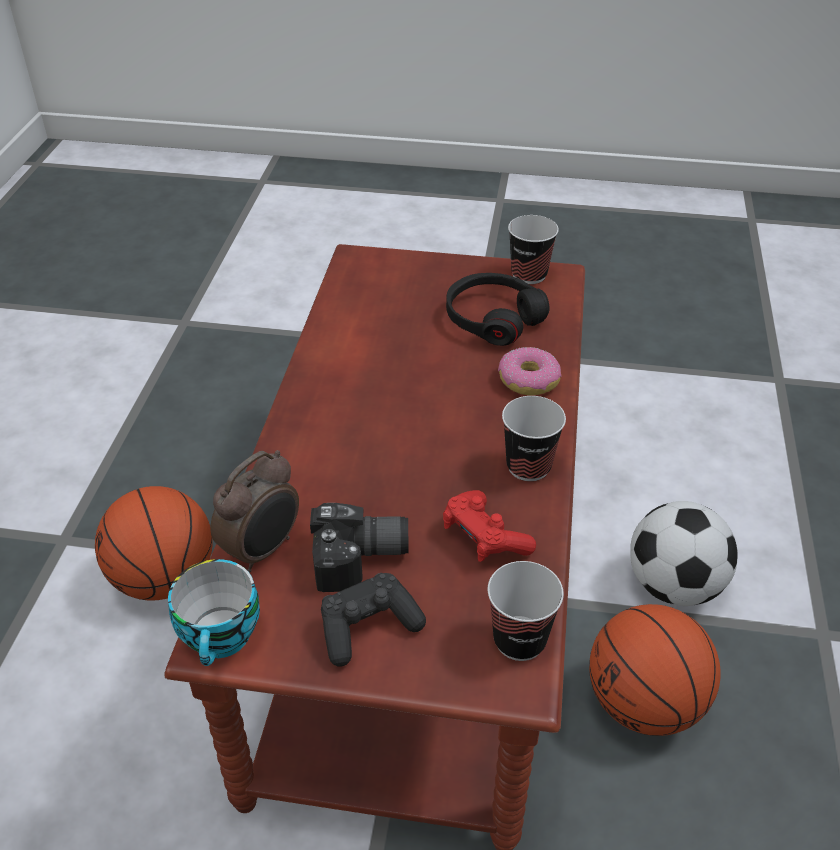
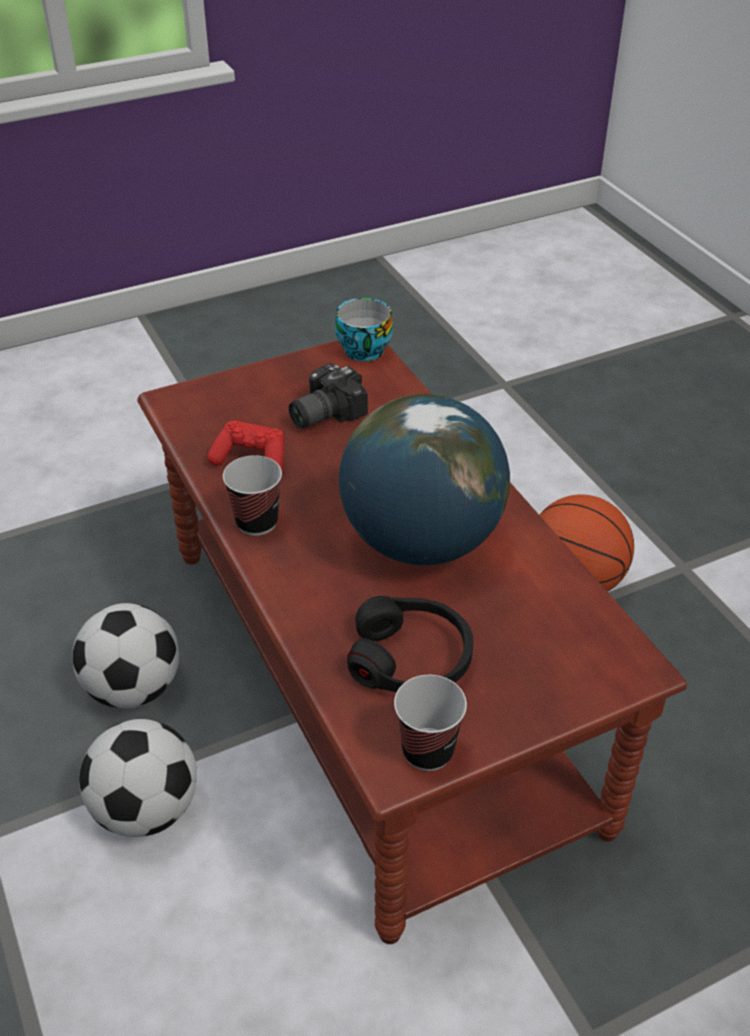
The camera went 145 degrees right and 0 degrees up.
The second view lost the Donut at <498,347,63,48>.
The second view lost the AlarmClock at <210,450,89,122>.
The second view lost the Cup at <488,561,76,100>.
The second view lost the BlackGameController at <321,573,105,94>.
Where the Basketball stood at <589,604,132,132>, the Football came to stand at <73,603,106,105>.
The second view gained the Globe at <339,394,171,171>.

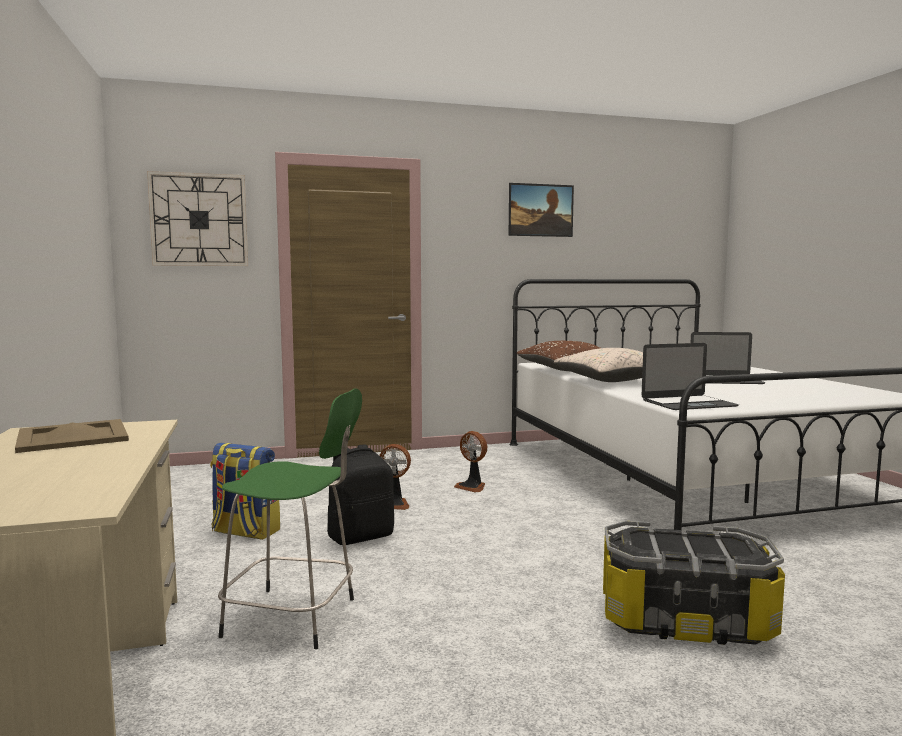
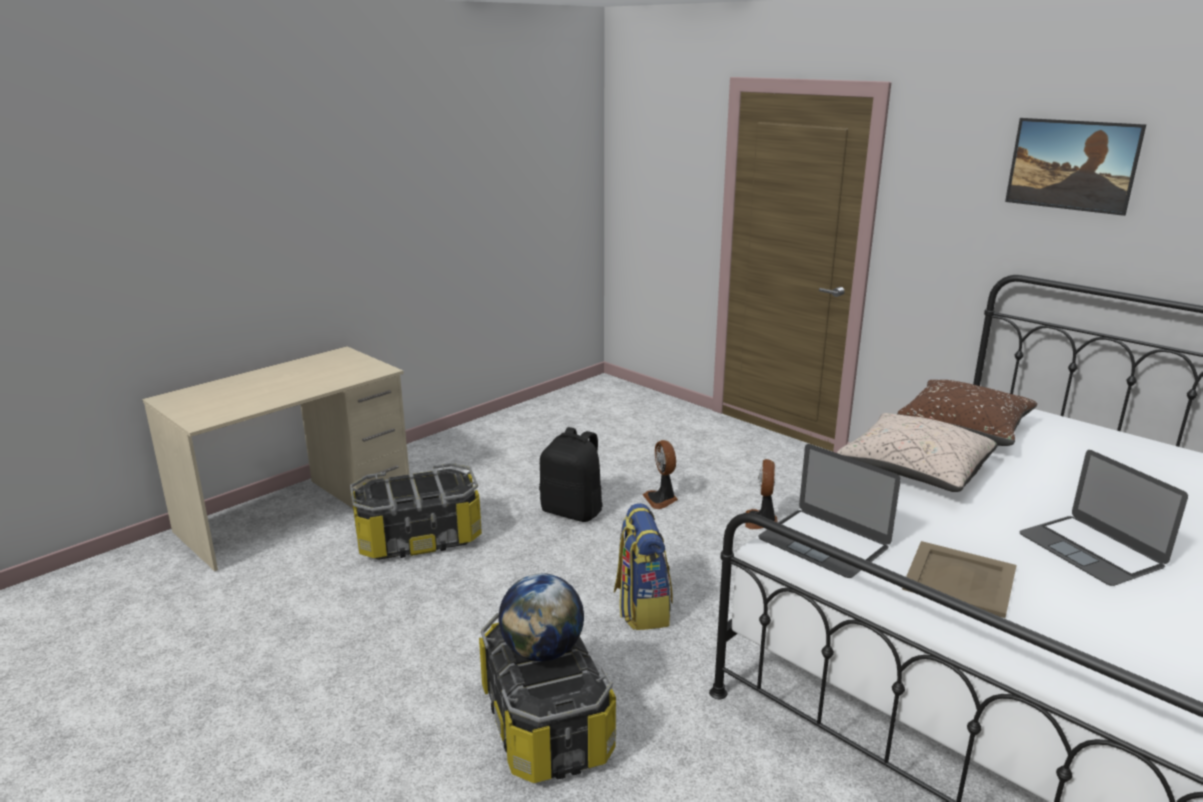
The camera went 60 degrees right and 15 degrees up.
The second view lost the WallClock at <147,171,101,95>.
Where the GreenStool stood at <218,388,144,261>, the StorageBox came to stand at <350,463,132,97>.
The BeigeTray ended up elsewhere, having gone from <15,419,114,34> to <902,541,115,77>.
The Backpack ended up elsewhere, having gone from <210,443,70,97> to <614,503,59,127>.
The second view gained the Globe at <498,573,86,88>.

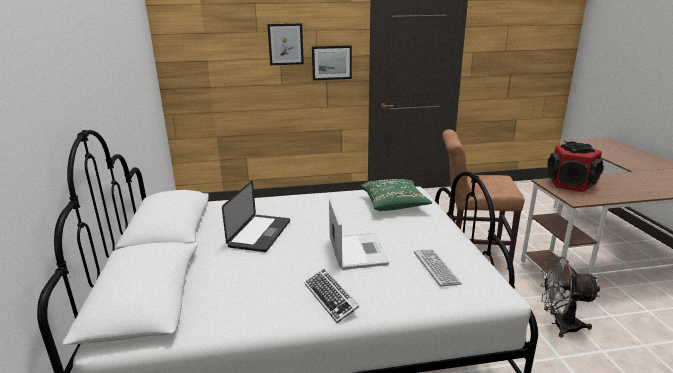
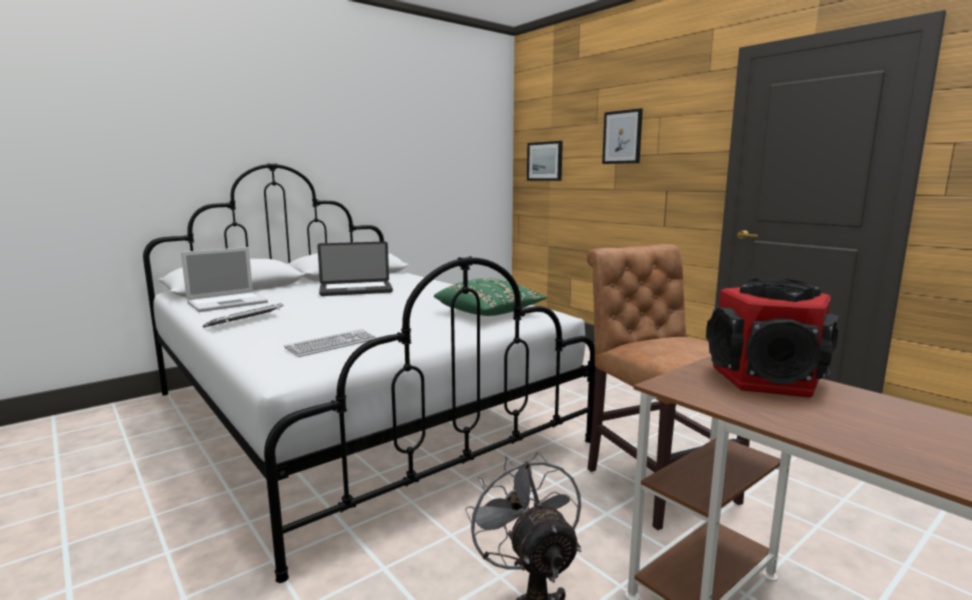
The camera went 60 degrees right and 10 degrees down.
The Picture ended up elsewhere, having gone from <312,45,40,35> to <527,141,36,40>.
The Laptop ended up elsewhere, having gone from <329,198,60,72> to <181,247,87,65>.

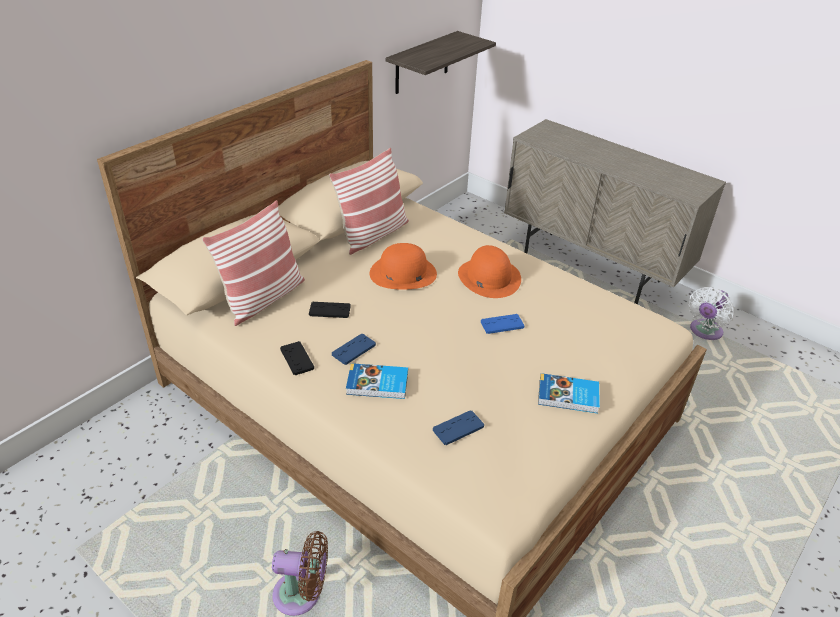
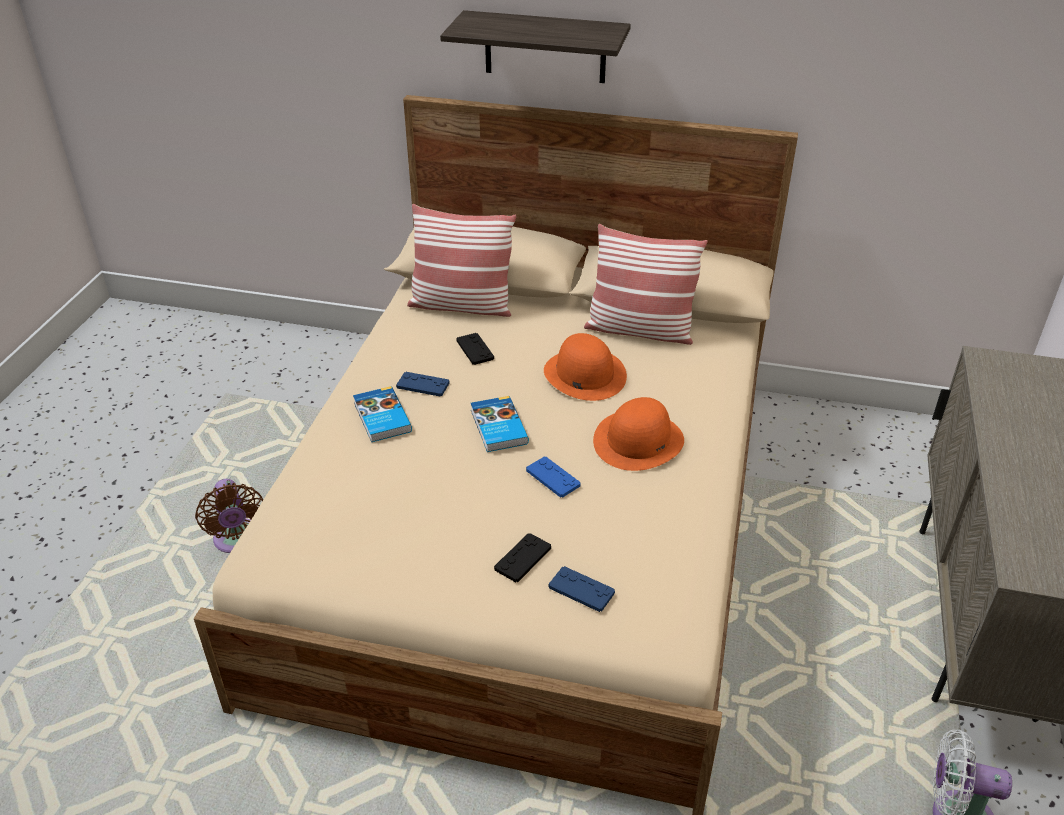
The camera went 65 degrees right and 0 degrees up.
The Shelf ended up elsewhere, having gone from <386,31,110,63> to <440,10,191,73>.
The BlackGameController ended up elsewhere, having gone from <280,341,34,34> to <494,533,57,49>.
The Book ended up elsewhere, having gone from <538,373,62,40> to <471,396,58,56>.
The BlueGameController ended up elsewhere, having gone from <433,410,51,35> to <549,566,66,46>.

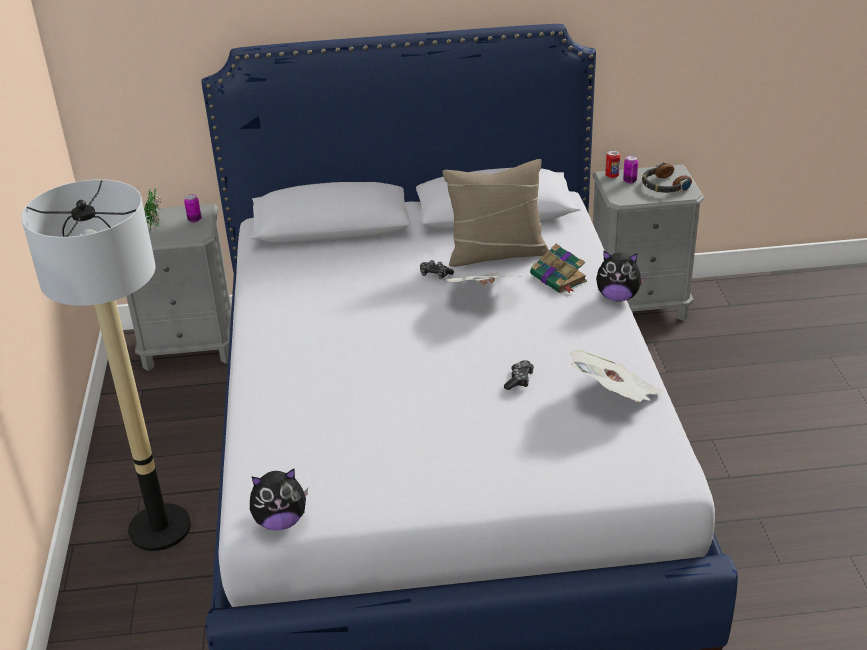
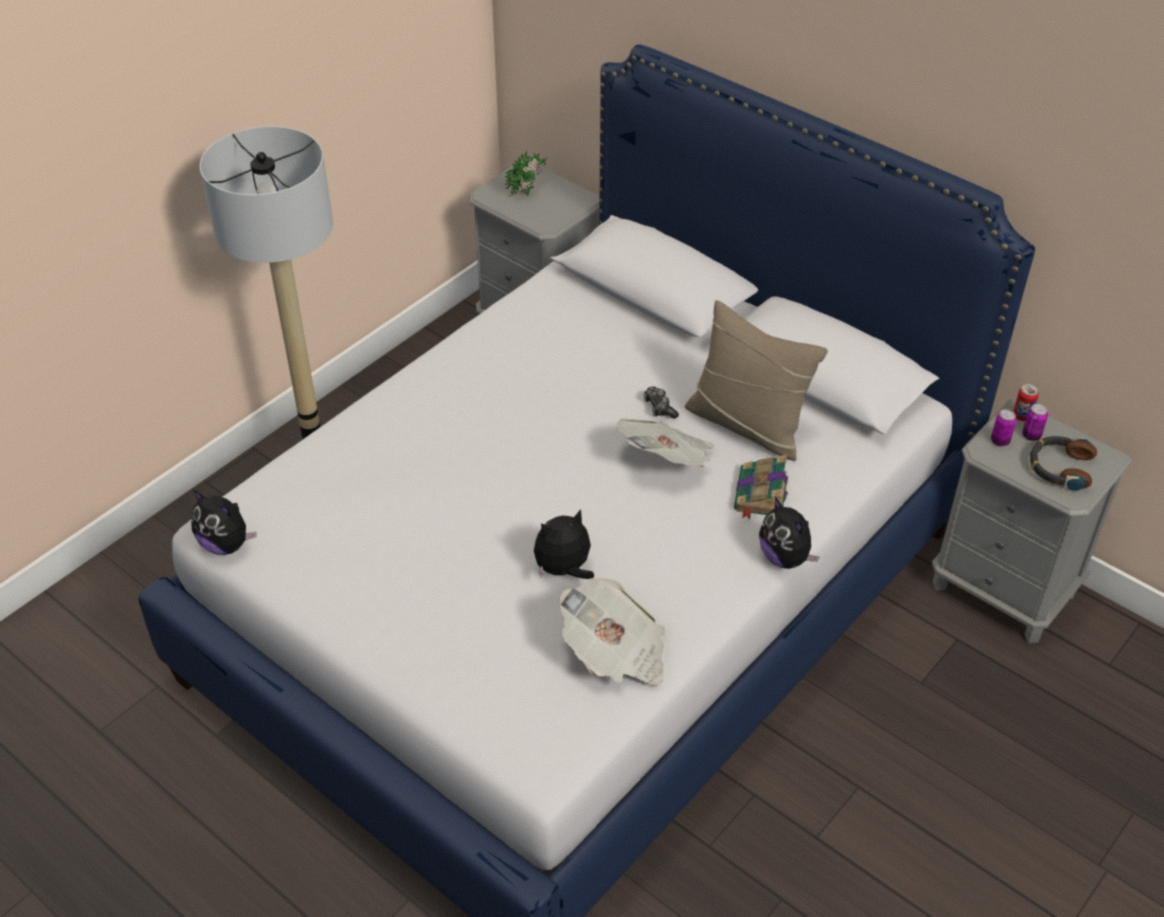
The camera went 45 degrees right and 10 degrees up.
The Can ended up elsewhere, having gone from <184,194,18,29> to <991,409,25,37>.
Where the GameController stood at <504,360,30,30>, the PlushToy came to stand at <534,509,60,70>.

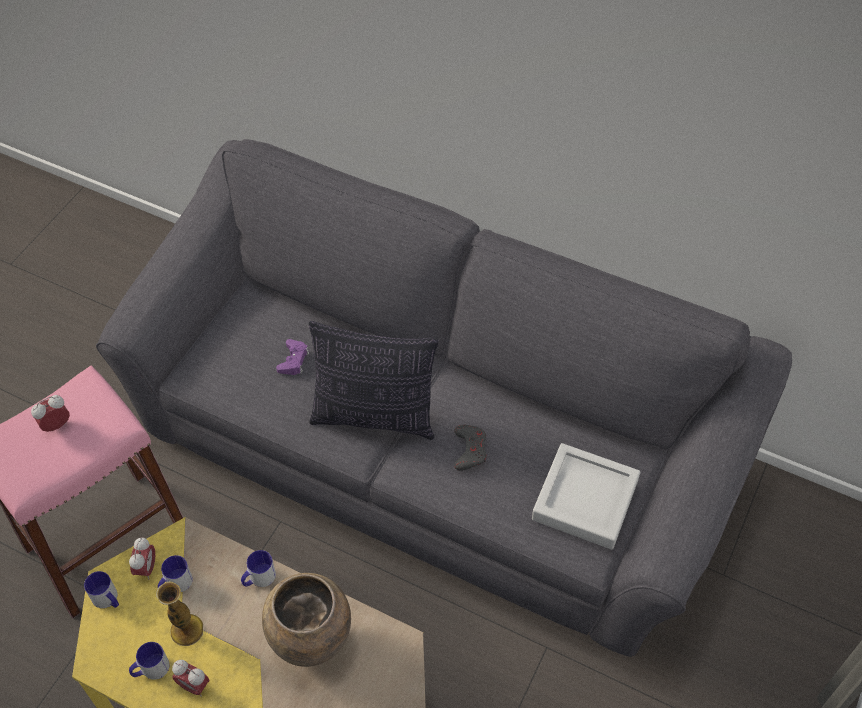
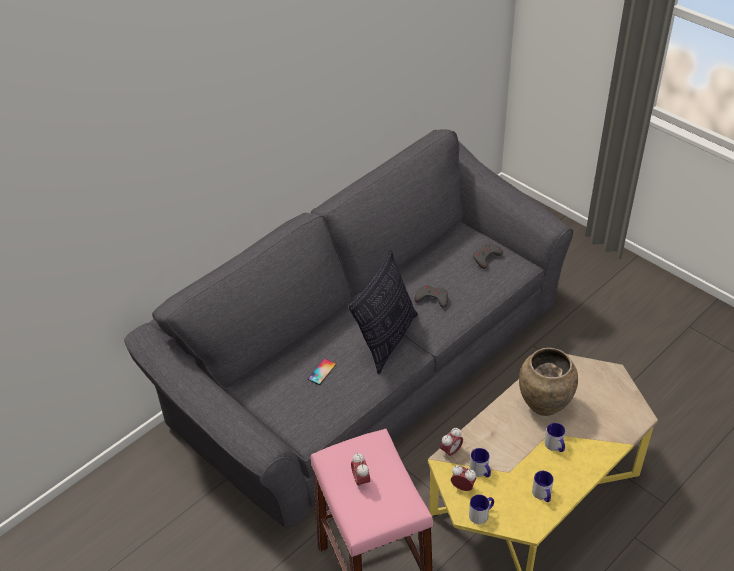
The camera went 70 degrees left and 10 degrees down.
Where the PurpleGameController stood at <276,339,33,36>, the Phone came to stand at <308,359,28,26>.
Where the GreyTray stood at <532,443,108,107>, the GreyGameController came to stand at <473,244,30,25>.
The Mug ended up elsewhere, having gone from <241,550,35,37> to <545,423,20,29>.
The second view lost the Vase at <156,582,47,64>.
The AlarmClock ended up elsewhere, having gone from <172,660,37,37> to <440,428,23,31>.

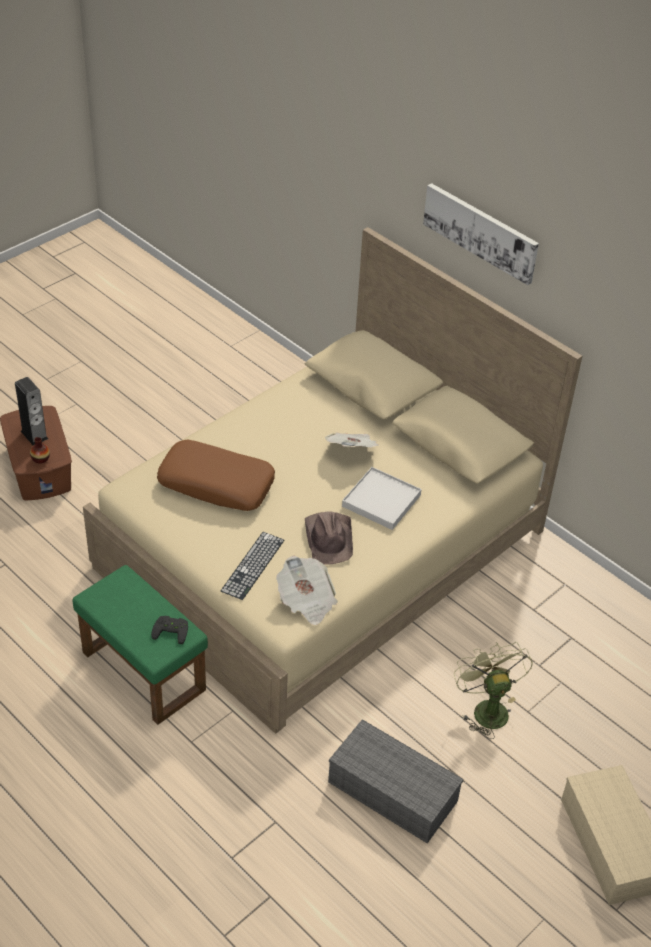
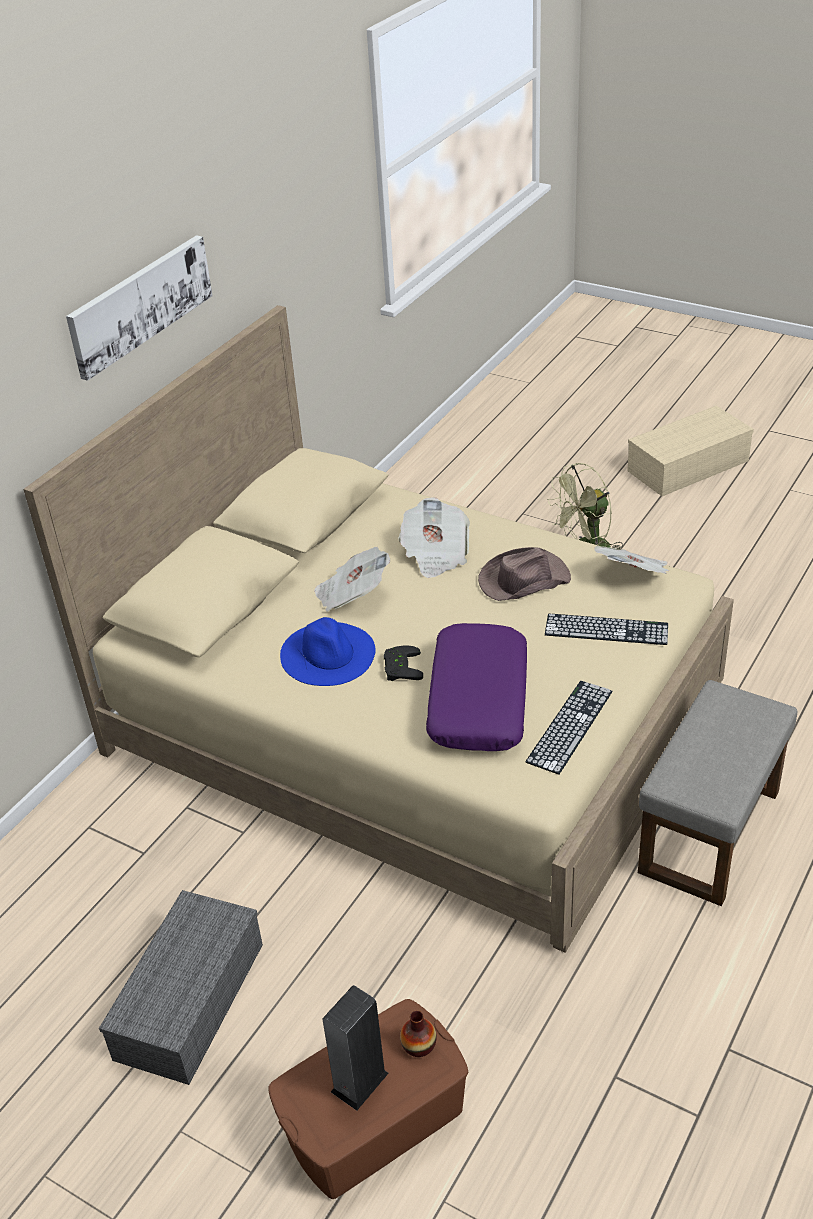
The camera went 100 degrees left and 5 degrees down.
What was the BrownPillow at <157,440,118,71> turned into the PurplePillow at <426,623,101,128>.
Where the WhiteTray stood at <342,467,80,63>, the Newspaper came to stand at <399,497,71,81>.
What was the GreenOttoman at <72,565,136,160> turned into the GreyOttoman at <638,680,159,226>.
The BlackGameController ended up elsewhere, having gone from <151,616,37,28> to <384,645,39,36>.
The GreyStorageBox ended up elsewhere, having gone from <328,719,136,124> to <99,890,164,195>.
The second view gained the BlueHat at <280,617,95,69>.
The second view gained the Keyboard at <526,681,86,94>.

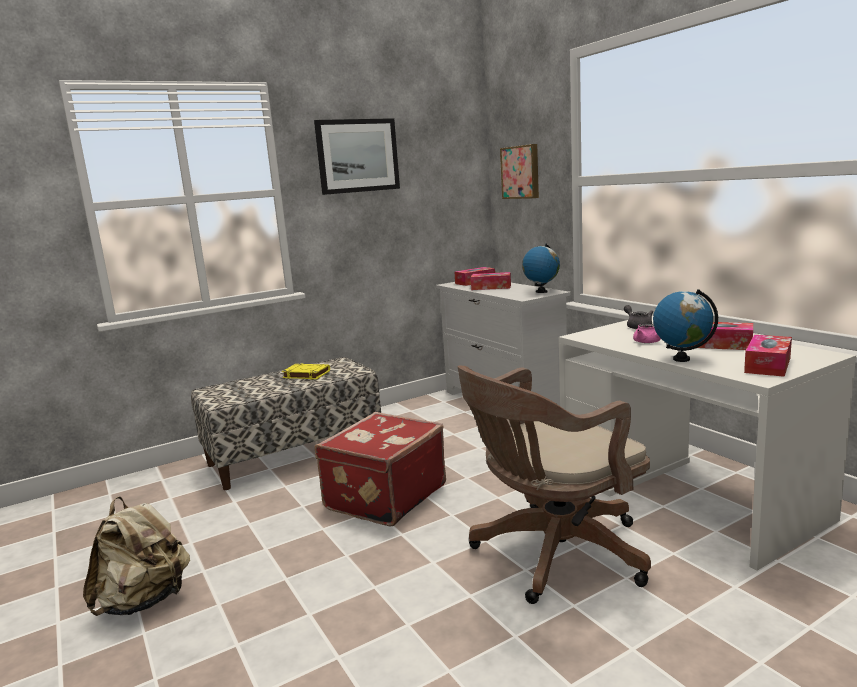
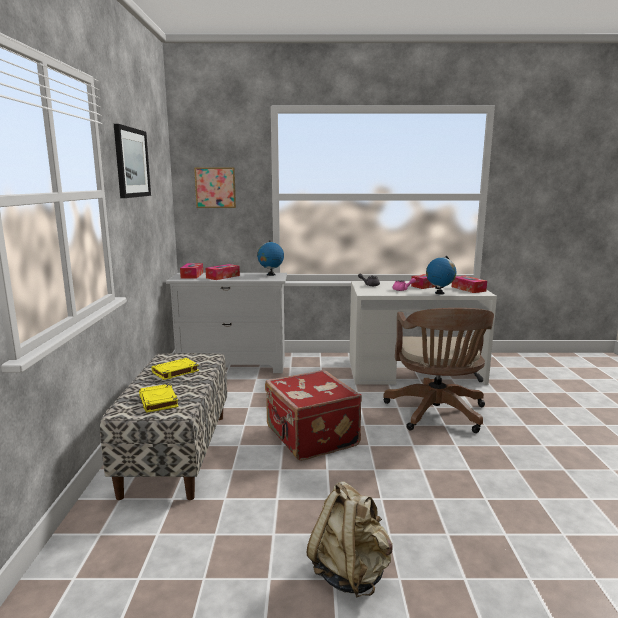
The camera went 60 degrees left and 0 degrees up.
The second view gained the YellowBook at <139,384,39,29>.

